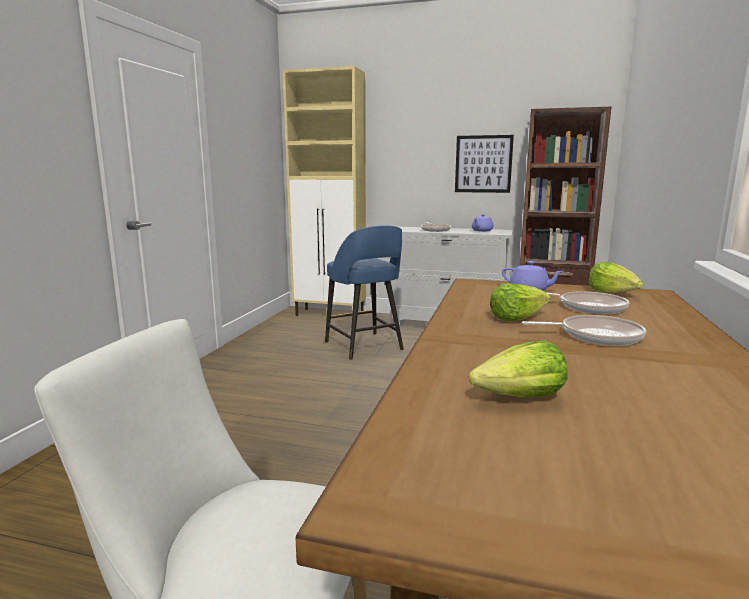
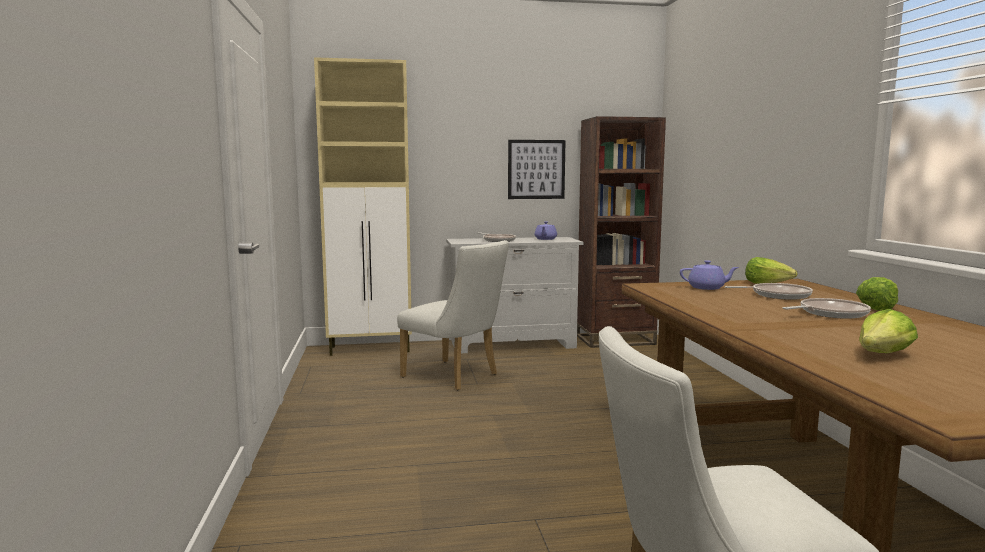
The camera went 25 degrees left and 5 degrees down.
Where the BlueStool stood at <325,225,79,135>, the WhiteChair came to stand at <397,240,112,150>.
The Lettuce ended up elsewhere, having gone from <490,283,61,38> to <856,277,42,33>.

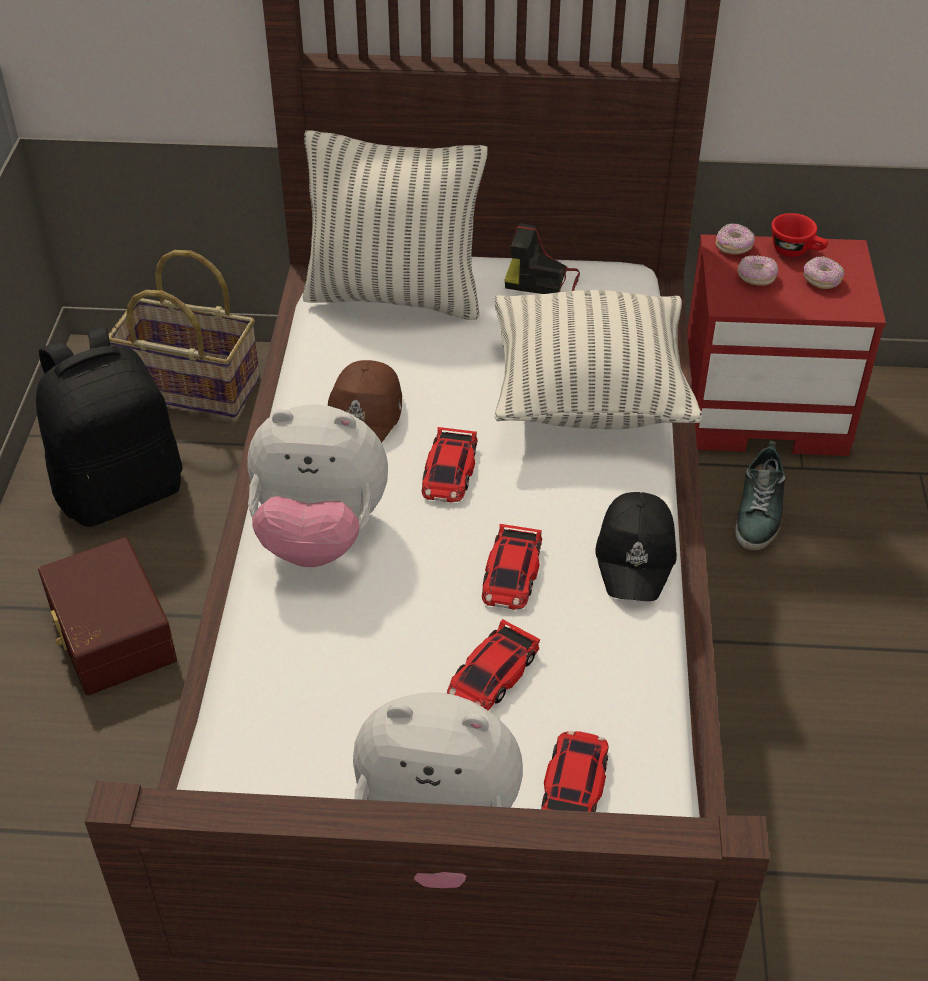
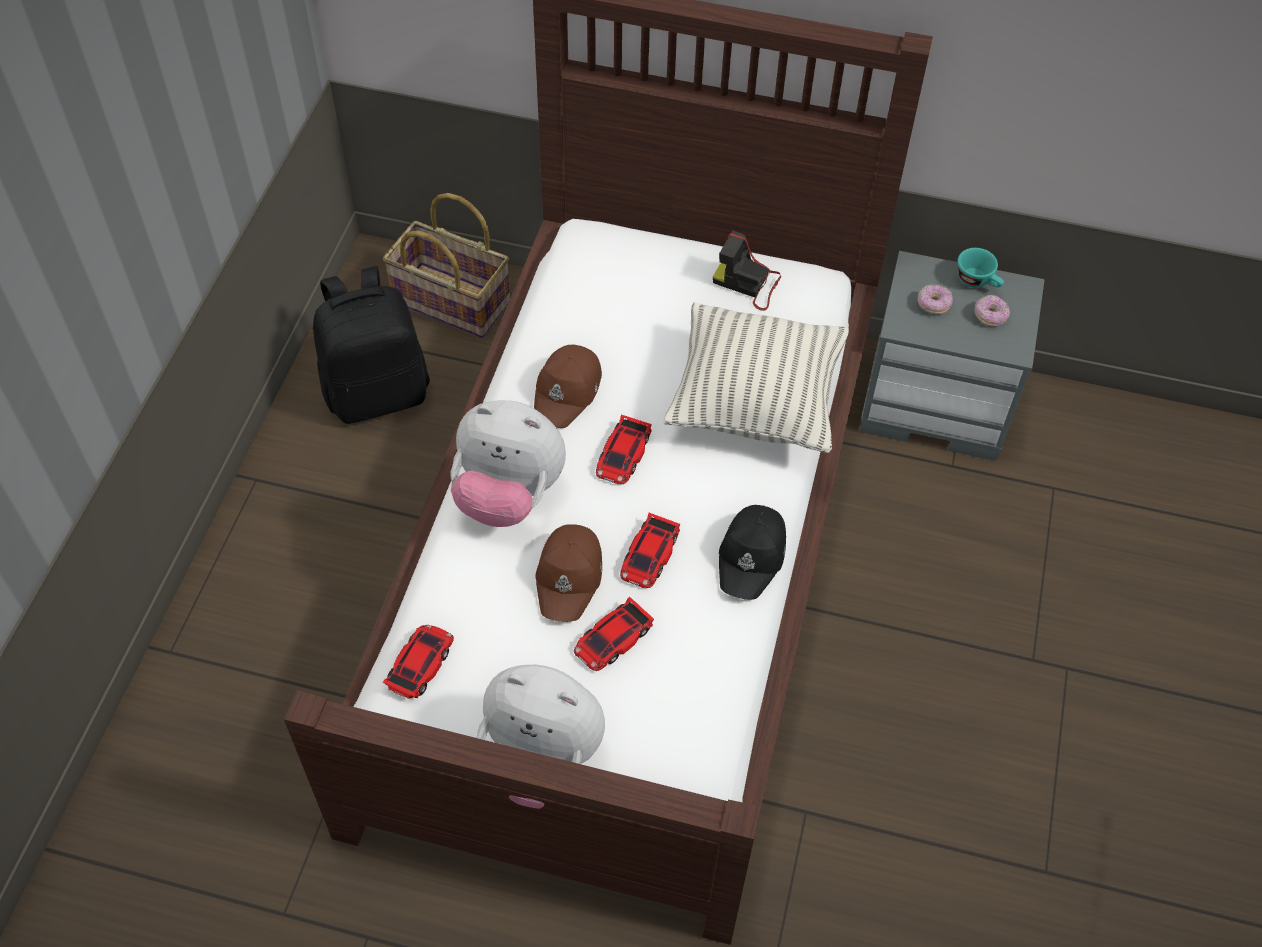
The camera went 10 degrees right and 10 degrees up.
The second view lost the Pillow at <303,130,185,190>.
What was the RedCup at <771,213,57,44> turned into the TurquoiseCup at <957,248,47,40>.
The second view lost the Donut at <716,223,39,31>.
What was the RedNightstand at <687,234,199,222> turned into the GreyNightstand at <860,251,185,210>.
The second view lost the Shoe at <735,441,50,110>.
The second view lost the BrownStorageBox at <38,537,139,158>.
The ToyCar ended up elsewhere, having gone from <541,731,68,81> to <383,625,71,74>.
The second view gained the BrownCap at <535,524,67,98>.

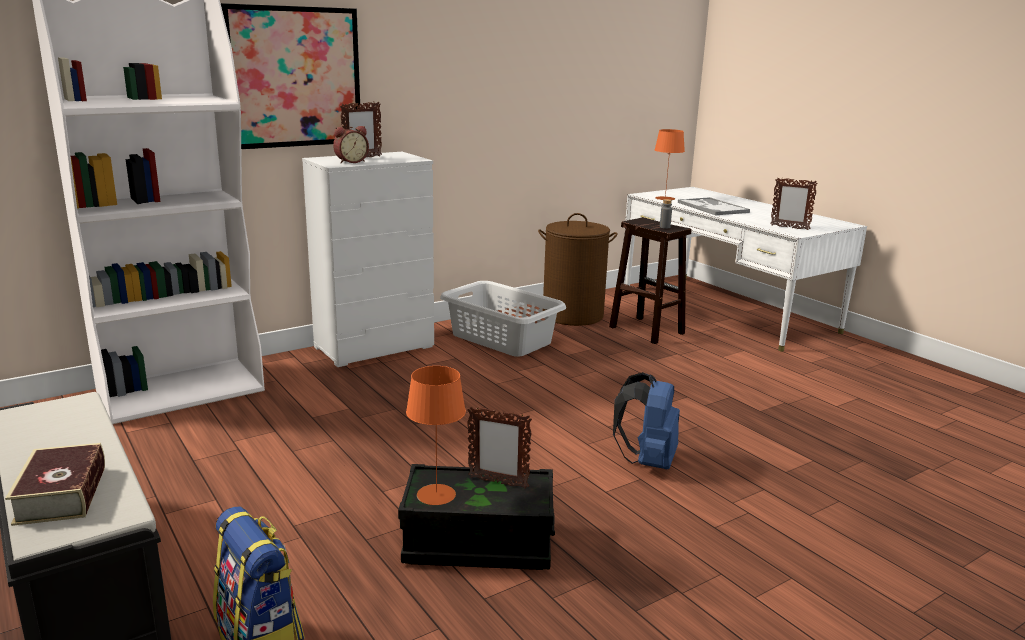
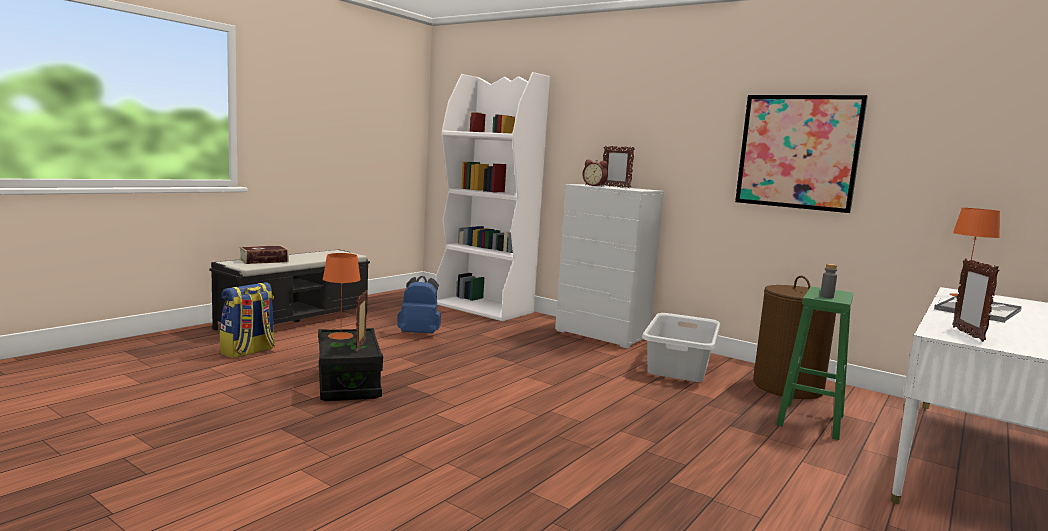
The camera went 70 degrees right and 10 degrees down.
The Picture ended up elsewhere, having gone from <221,3,139,146> to <735,95,133,118>.
What was the BrownStool at <609,217,82,127> turned into the GreenStool at <776,287,77,153>.
The BlueBackpack ended up elsewhere, having gone from <613,372,67,97> to <397,276,44,58>.

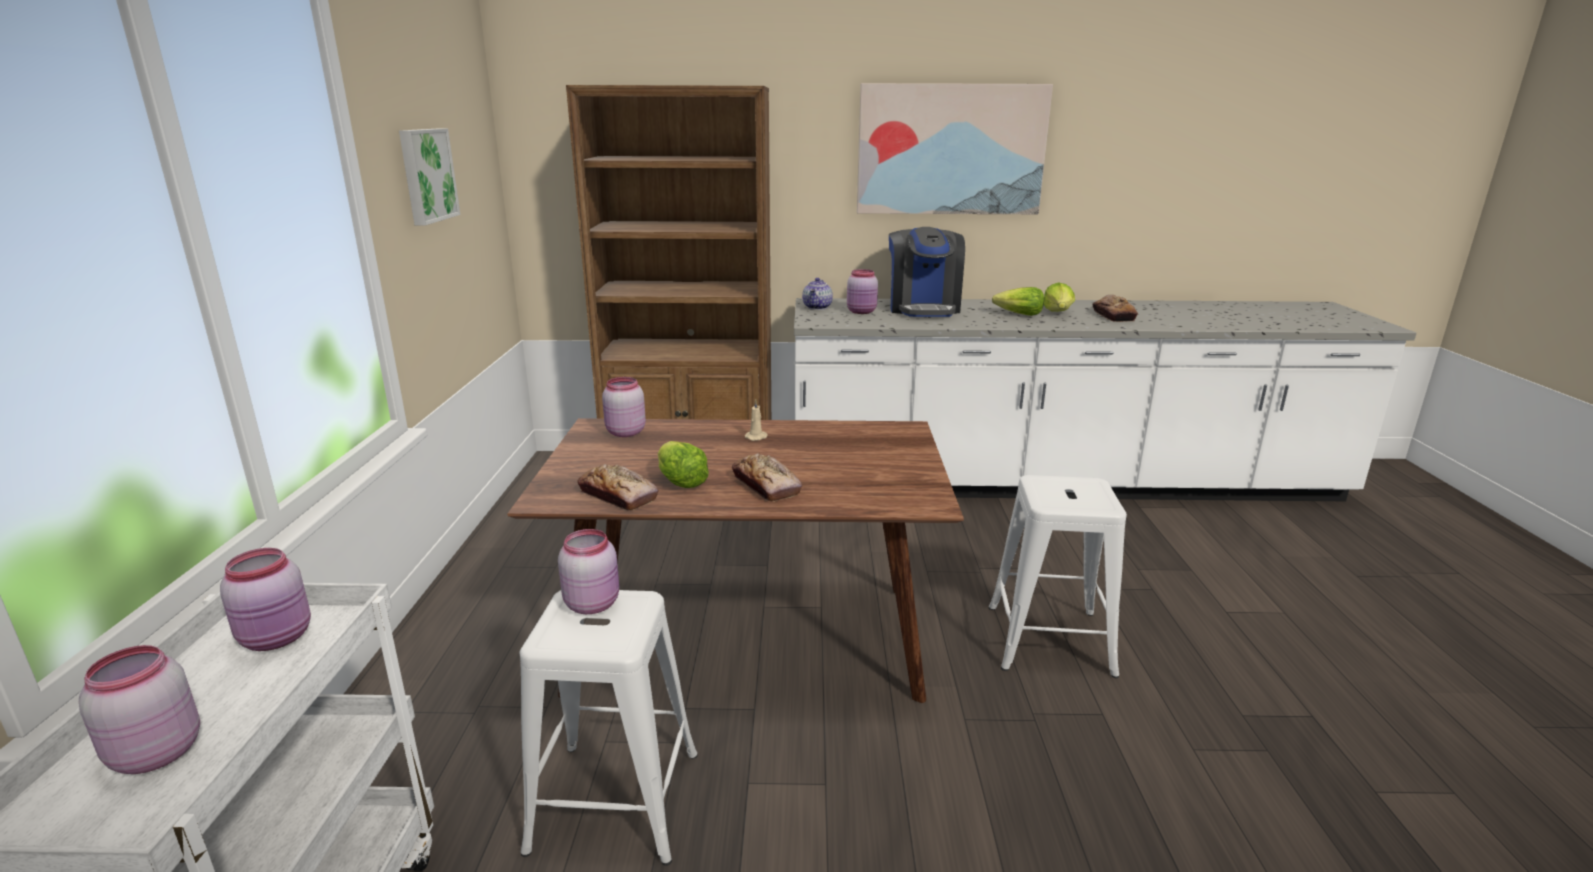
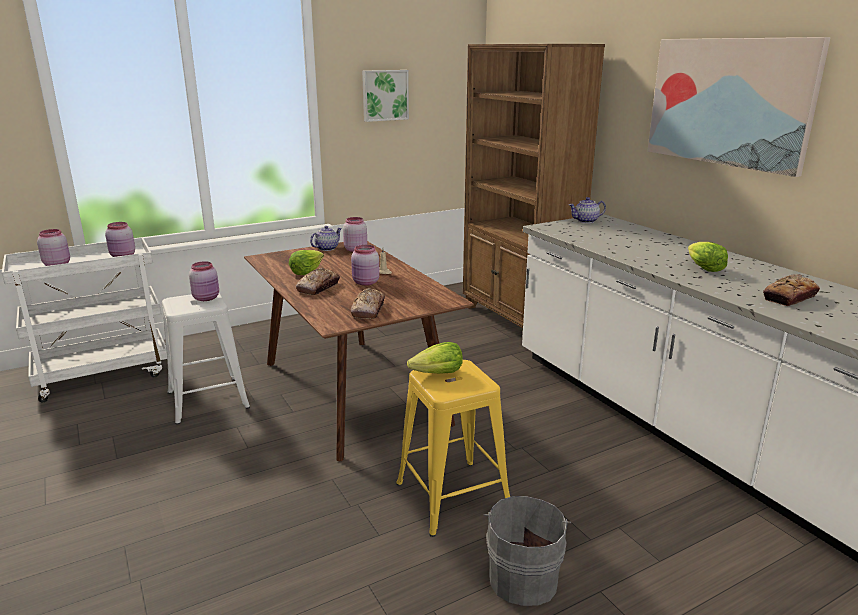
The camera went 60 degrees right and 0 degrees up.
The second view lost the CoffeeMachine at <889,227,76,90>.
The PinkJar ended up elsewhere, having gone from <847,269,31,45> to <351,245,29,41>.
The Lettuce ended up elsewhere, having gone from <1044,282,31,30> to <407,342,56,32>.
The Bread ended up elsewhere, having gone from <577,464,81,47> to <350,288,35,31>.
What was the WhiteStool at <988,475,139,203> turned into the YellowStool at <396,360,114,177>.
The second view gained the Teapot at <310,226,32,25>.
The second view gained the GreyBucket at <484,496,88,110>.

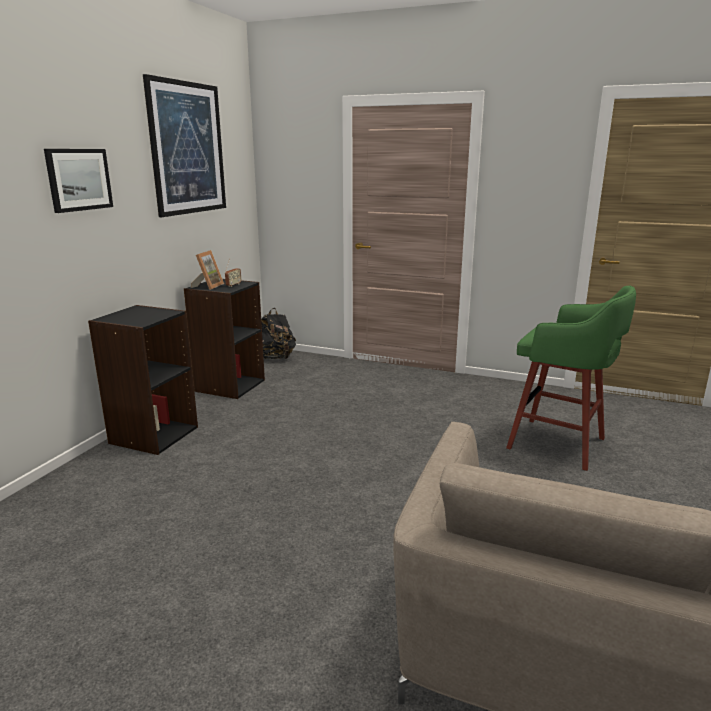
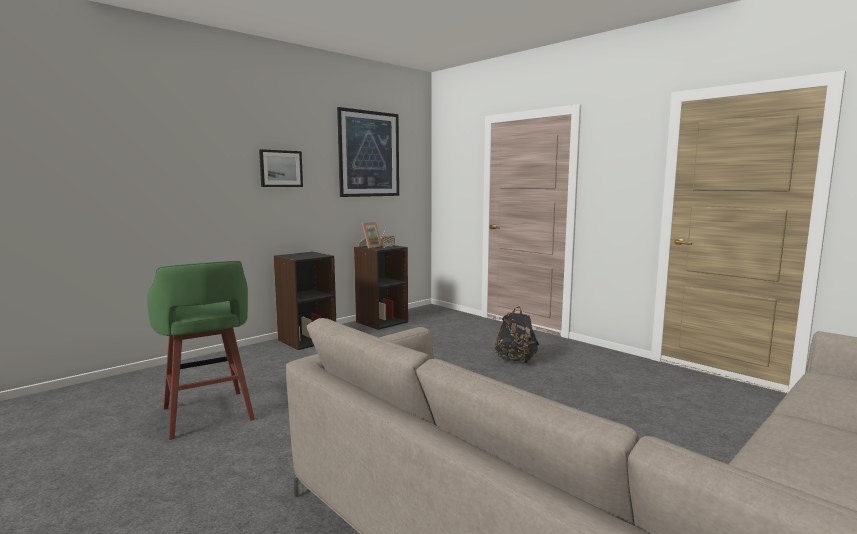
The camera went 25 degrees right and 10 degrees down.
The GreenStool ended up elsewhere, having gone from <506,285,130,186> to <147,261,108,179>.
The BlackBackpack ended up elsewhere, having gone from <261,308,35,51> to <493,307,46,56>.

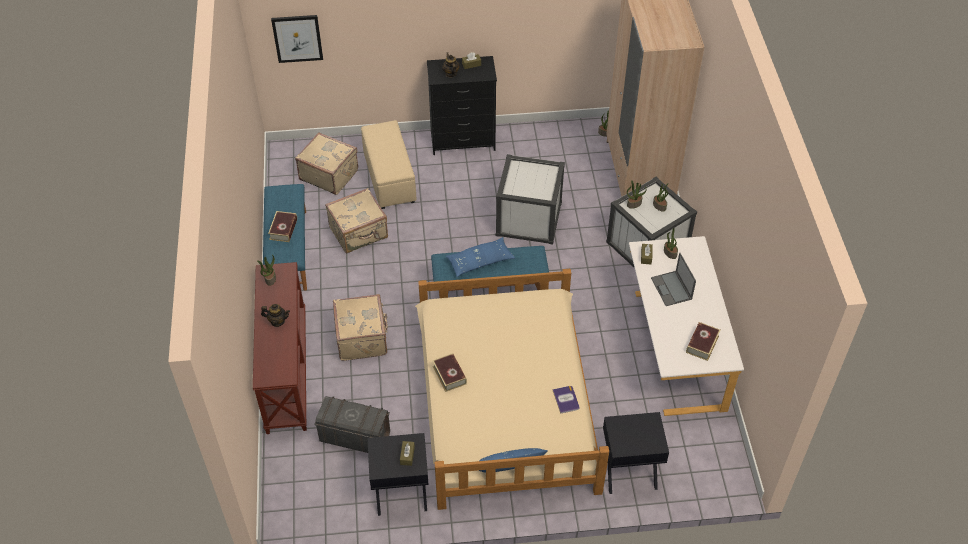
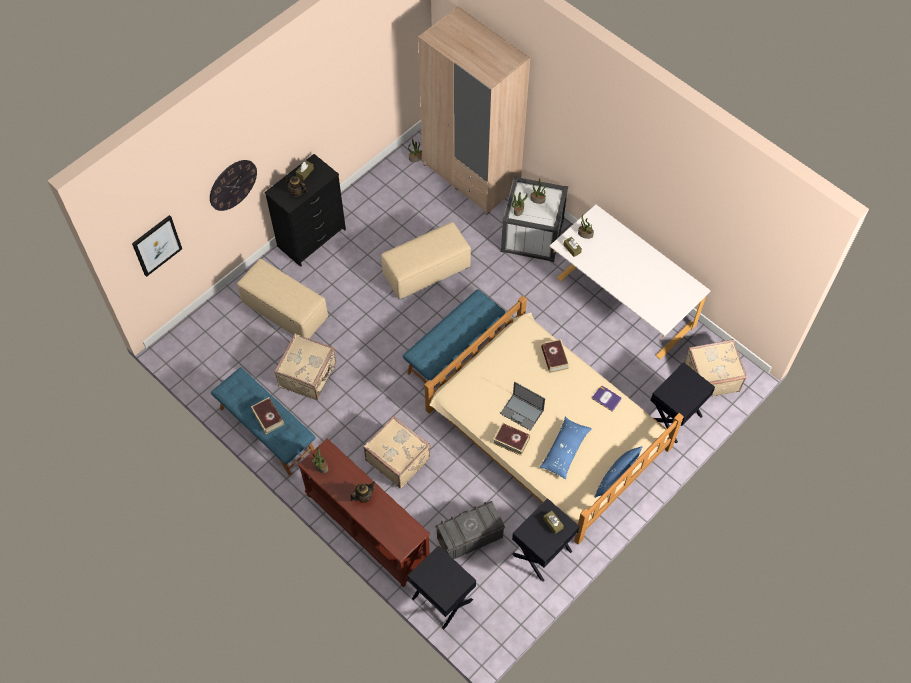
The camera went 40 degrees left and 10 degrees up.
The BeigeSuitcase ended up elsewhere, having gone from <295,132,63,63> to <684,339,63,58>.
Where the WhiteStorageBox stood at <496,154,69,90>, the BeigeOttoman came to stand at <381,222,90,77>.
The BluePillow ended up elsewhere, having gone from <446,237,69,40> to <539,416,53,63>.
The Laptop ended up elsewhere, having gone from <651,253,45,53> to <500,382,45,49>.
The Book ended up elsewhere, having gone from <686,322,34,39> to <541,339,28,34>.
The second view gained the WallClock at <210,160,47,51>.
The second view gained the BlackNightstand at <408,545,68,84>.

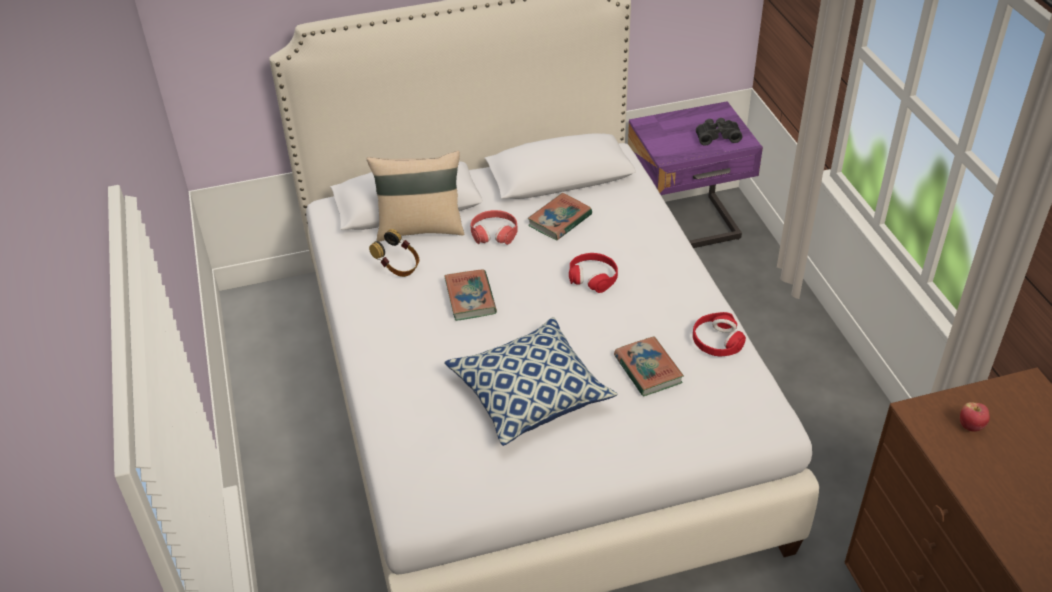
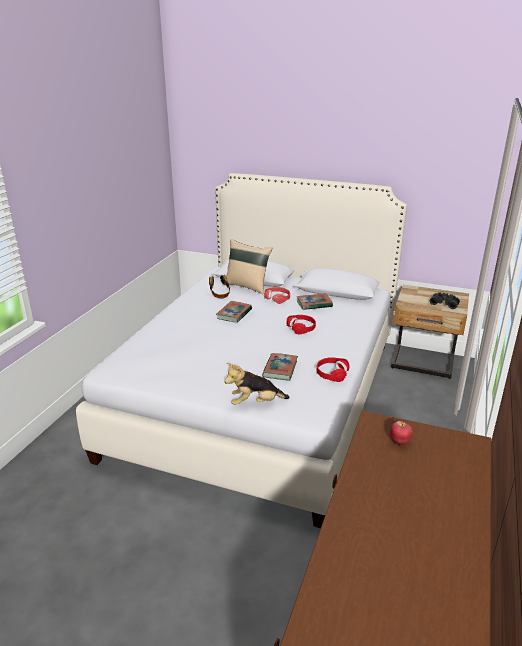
The camera went 35 degrees right and 15 degrees down.
What was the PurpleNightstand at <628,101,135,147> turned into the BeigeNightstand at <391,285,78,94>.
The second view lost the Pillow at <444,317,173,129>.
The second view gained the PlushToy at <224,363,65,42>.

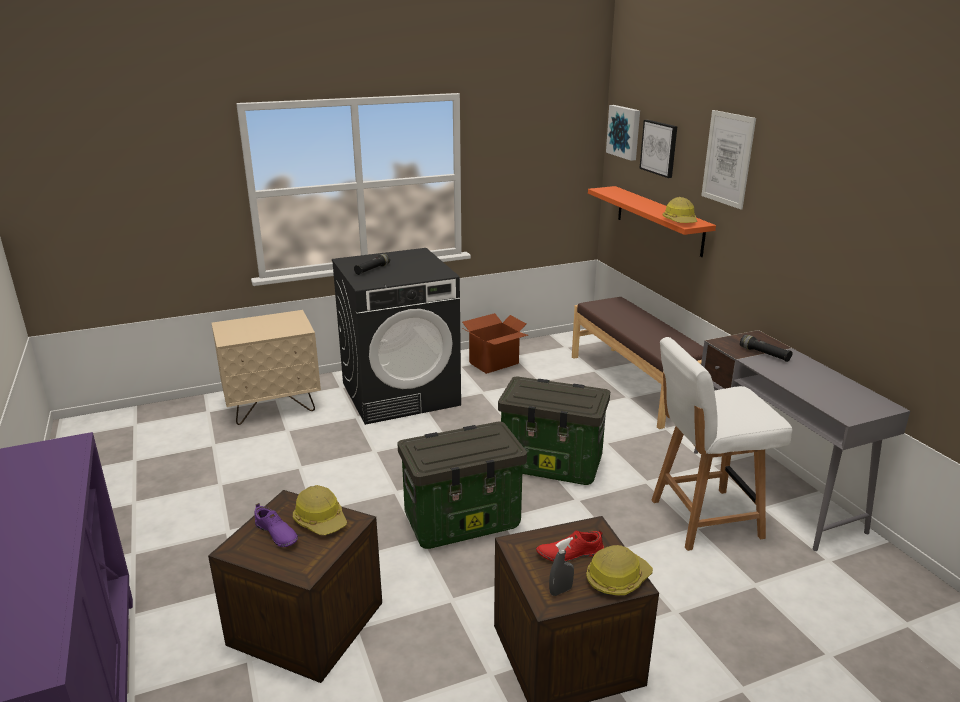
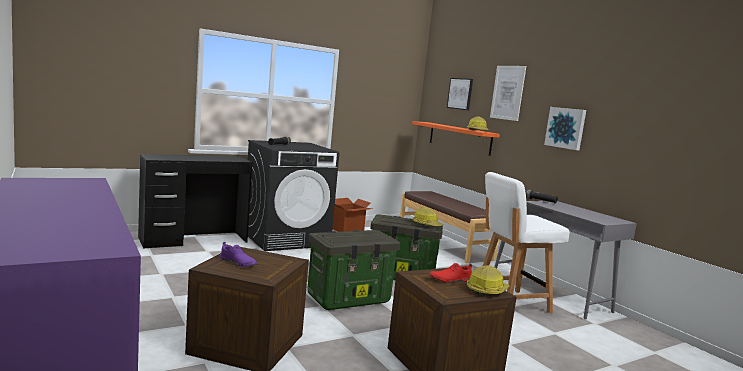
The camera went 10 degrees left and 15 degrees down.
The Picture ended up elsewhere, having gone from <606,105,34,56> to <544,107,42,43>.
Where the BeigeNightstand stood at <211,310,110,115>, the BlackDesk came to stand at <138,154,114,95>.
The HardHat ended up elsewhere, having gone from <293,485,54,50> to <413,207,31,19>.
The second view lost the GreySprayBottle at <549,537,25,59>.

